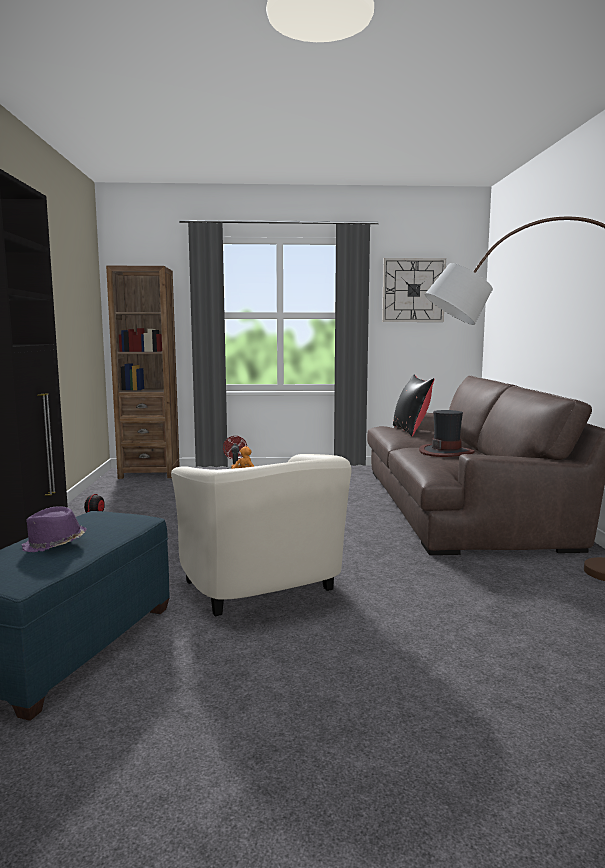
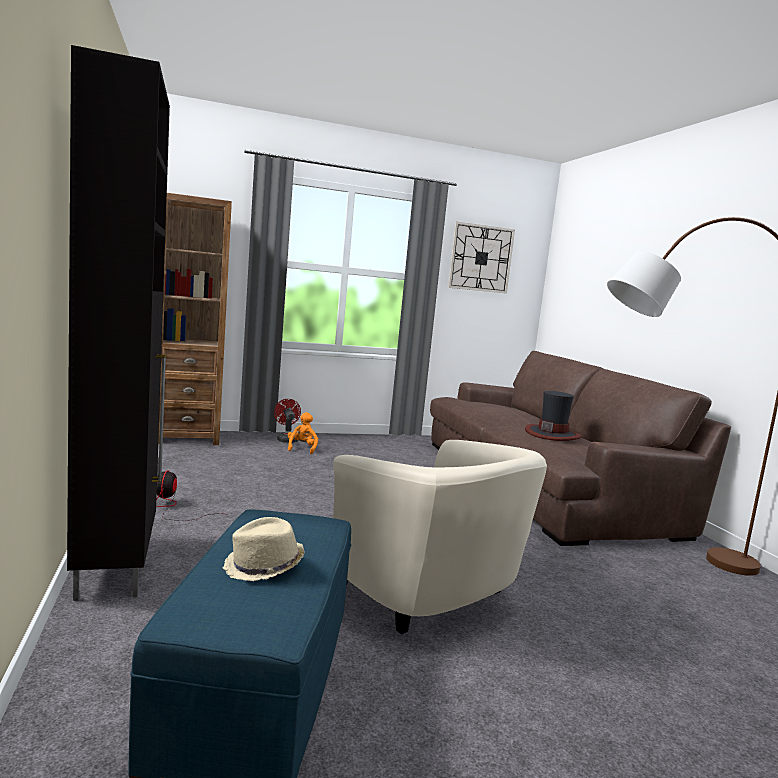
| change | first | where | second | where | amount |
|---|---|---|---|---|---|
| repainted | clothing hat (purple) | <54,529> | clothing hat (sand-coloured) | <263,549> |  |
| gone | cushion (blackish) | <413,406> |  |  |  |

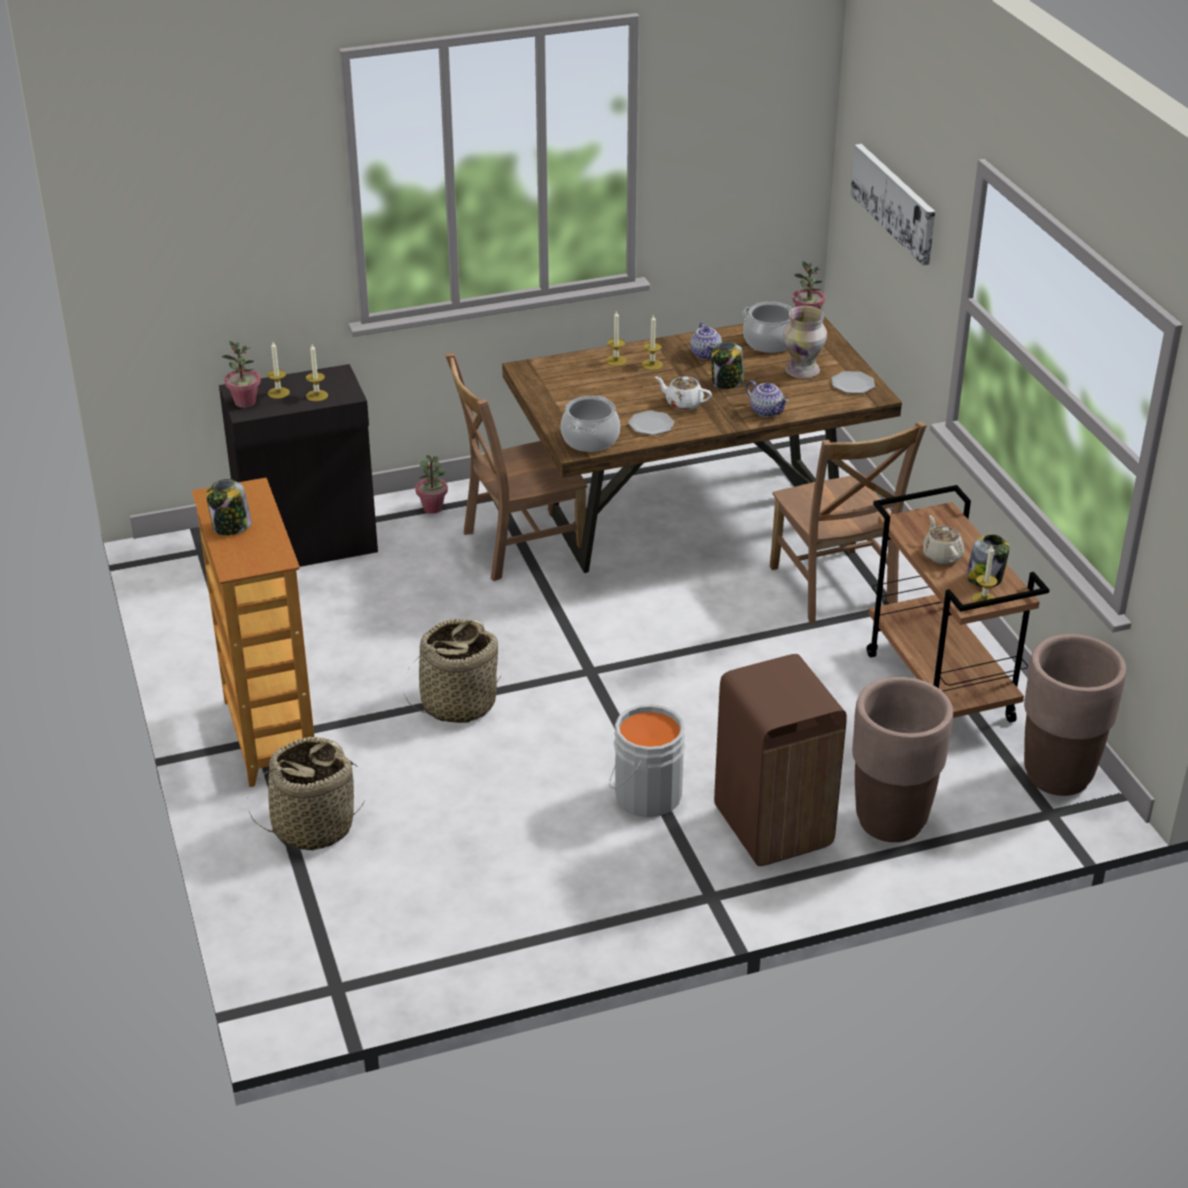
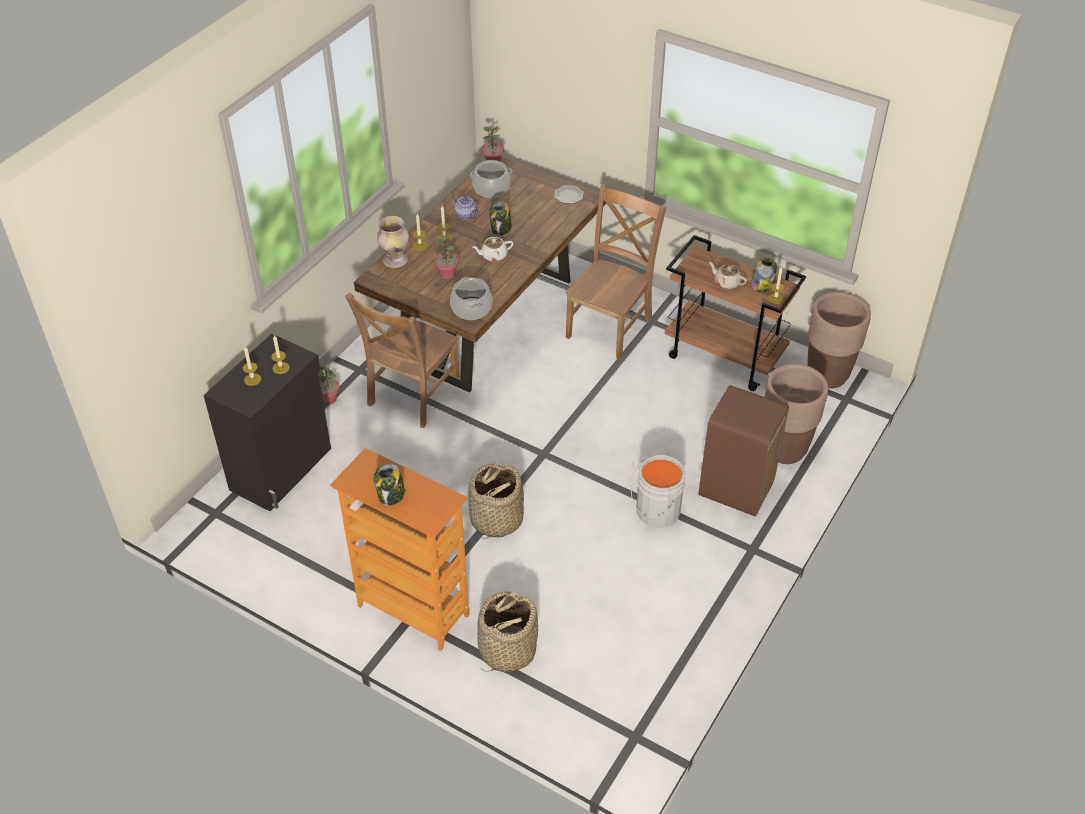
| change | first | where | second | where | amount |
|---|---|---|---|---|---|
| shifted | potted plant | <241,374> |  | <446,258> |  |
| gone | plate | <651,423> |  |  |  |
| gone | tea pot | <767,398> |  |  |  |
| rotated | plain chair (brown-coloured) | <848,522> |  | <616,271> | 90 degrees counterclockwise |
| shifted | decorative vase | <805,342> |  | <393,242> |  |
| gone | wall picture | <893,204> |  |  |  |

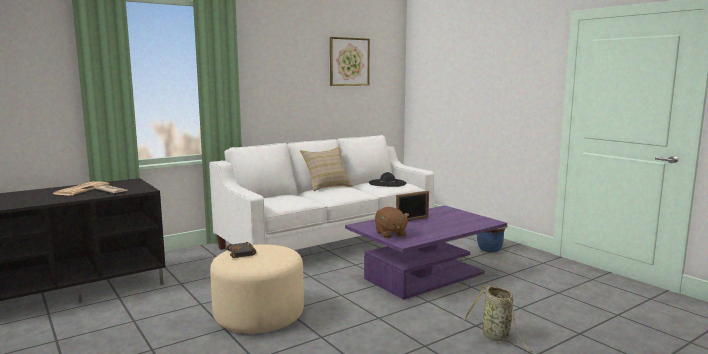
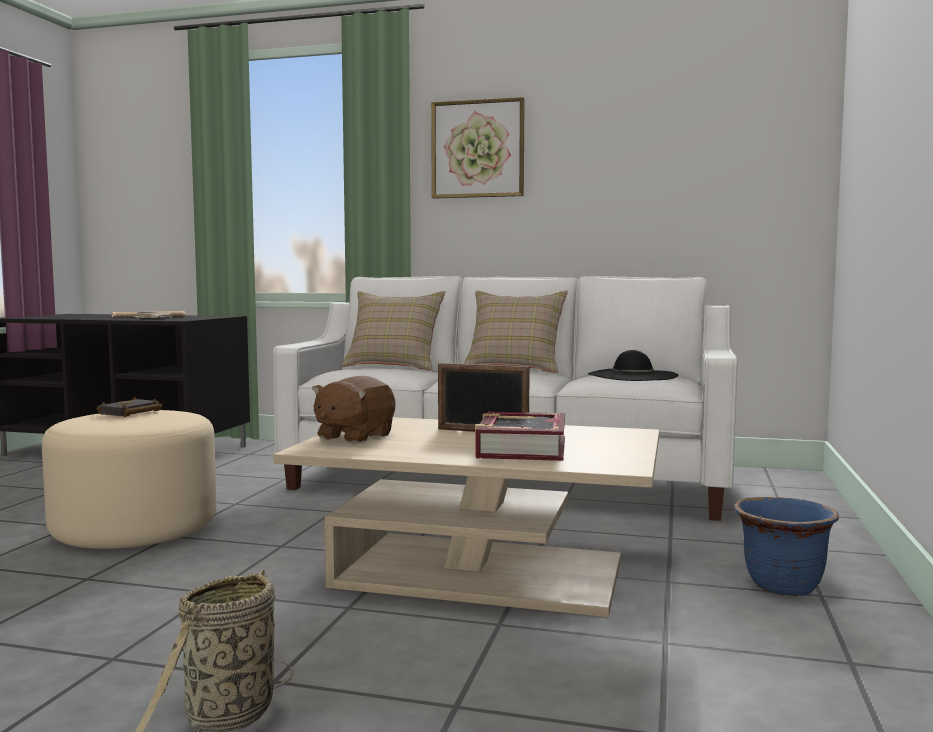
| change | first | where | second | where | amount |
|---|---|---|---|---|---|
| shifted | wall picture | <350,61> |  | <478,148> |  |
| repainted | coffee table (purple) | <426,252> | coffee table (sand-coloured) | <466,517> |  |
| new |  |  | cushion (sand-coloured) | <393,331> |  |
| new |  |  | bound book | <520,436> |  |

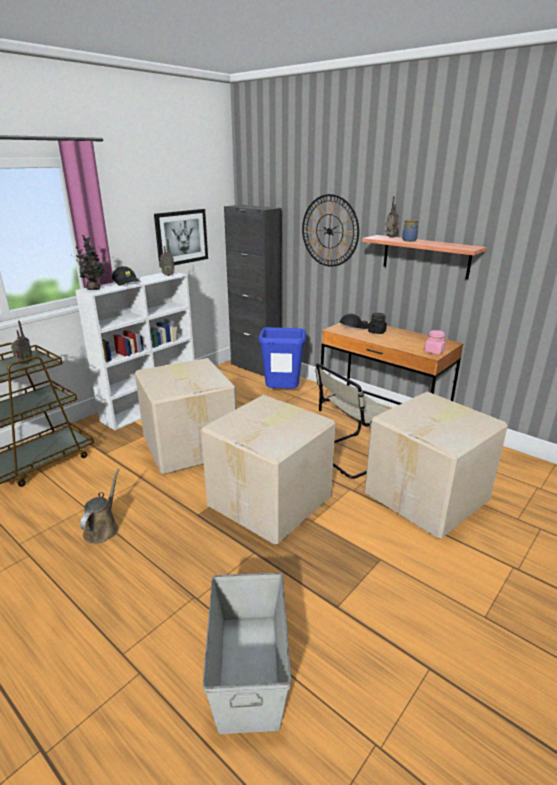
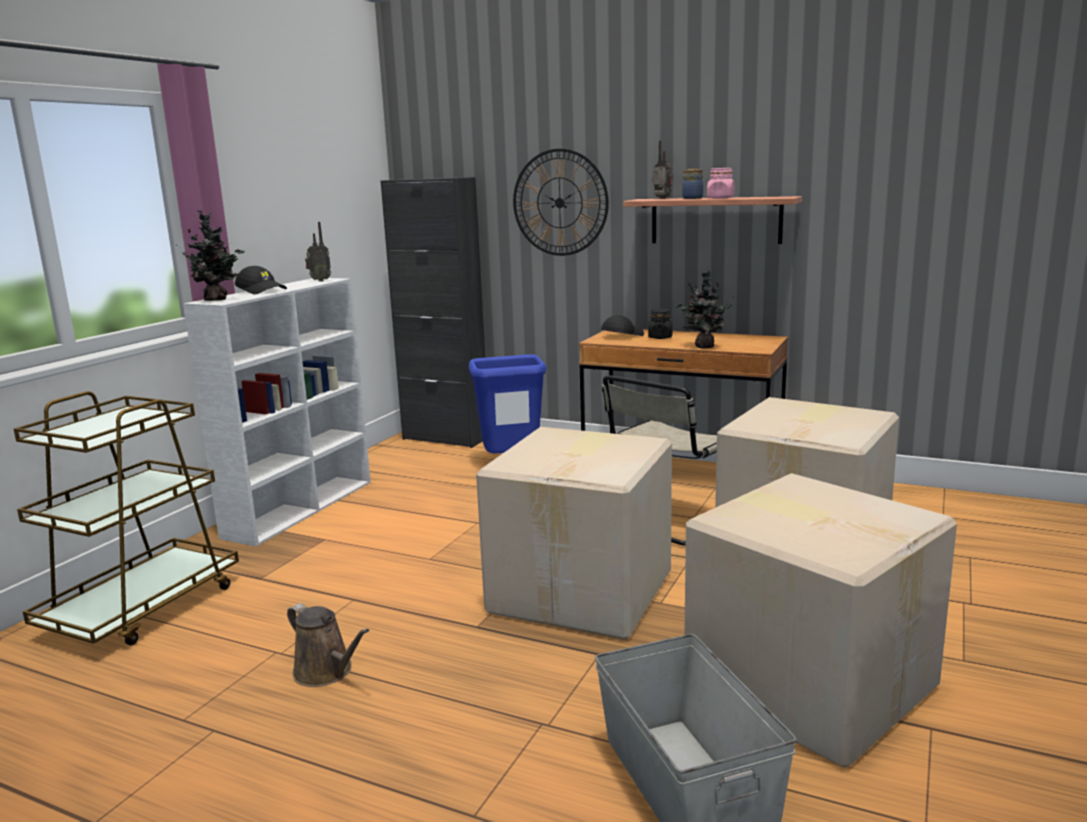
| change | first | where | second | where | amount |
|---|---|---|---|---|---|
| gone | radio set | <22,343> |  |  |  |
| rotated | watering pot (brown-coloured) | <99,506> |  | <328,645> | 135 degrees clockwise |
| shifted | carton | <186,416> |  | <820,620> |  |
| gone | wall picture | <181,237> |  |  |  |
| shifted | storage jar (pink) | <435,342> |  | <721,183> |  |
| new |  |  | potted plant | <703,308> |  |

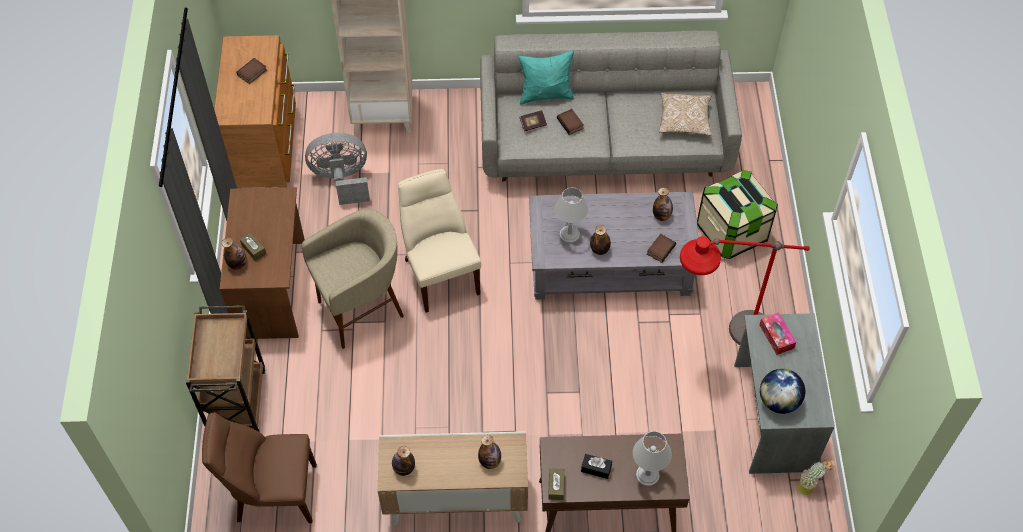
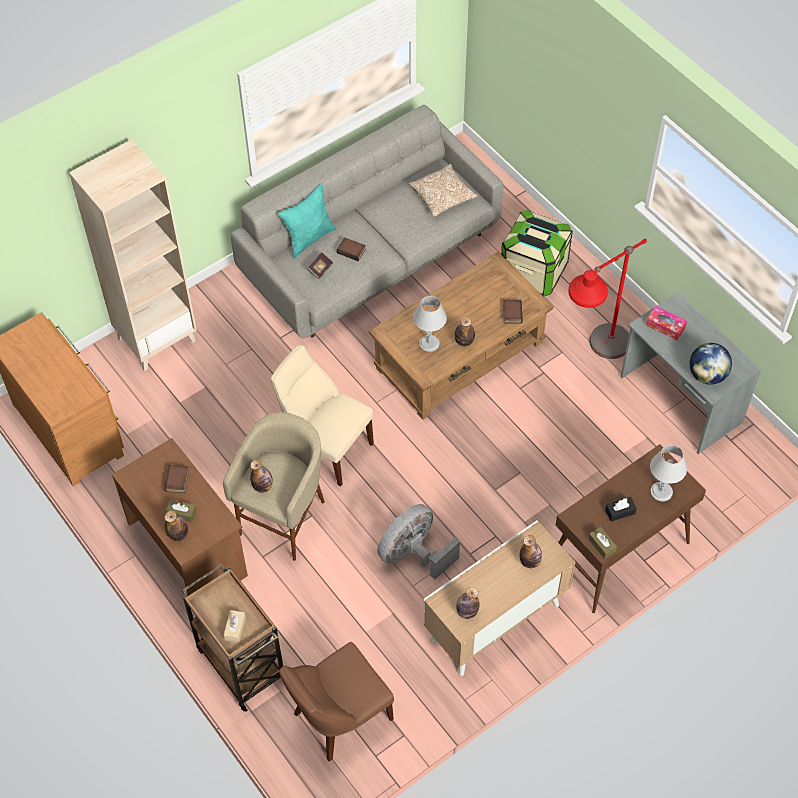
| change | first | where | second | where | amount |
|---|---|---|---|---|---|
| shifted | bound book | <251,71> |  | <176,479> |  |
| shifted | fan (grey) | <337,169> |  | <418,542> |  |
| repainted | coffee table (grey) | <614,245> | coffee table (brown-coloured) | <461,336> |  |
| shifted | beverage bottle | <663,204> |  | <261,476> |  |
| gone | potted plant | <815,477> |  |  |  |
| new |  |  | tissue holder (sand-coloured) | <235,626> |  |

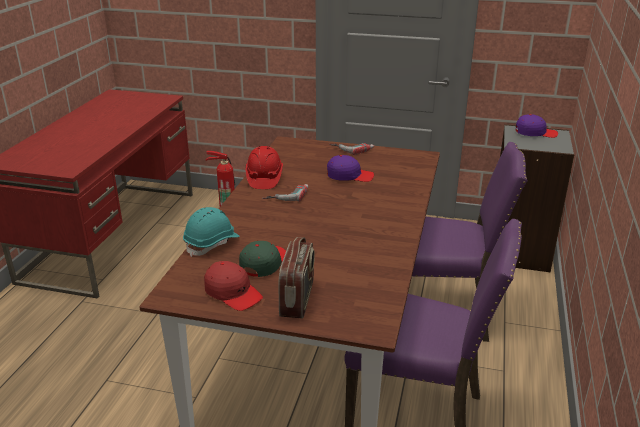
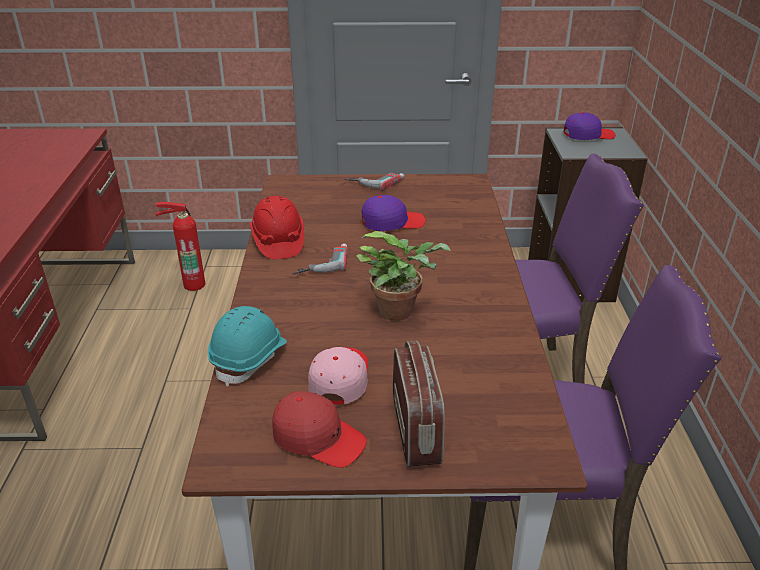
| change | first | where | second | where | amount |
|---|---|---|---|---|---|
| repainted | peaked cap (greenish) | <262,259> | peaked cap (pink) | <338,376> |  |
| new |  |  | potted plant | <403,276> |  |

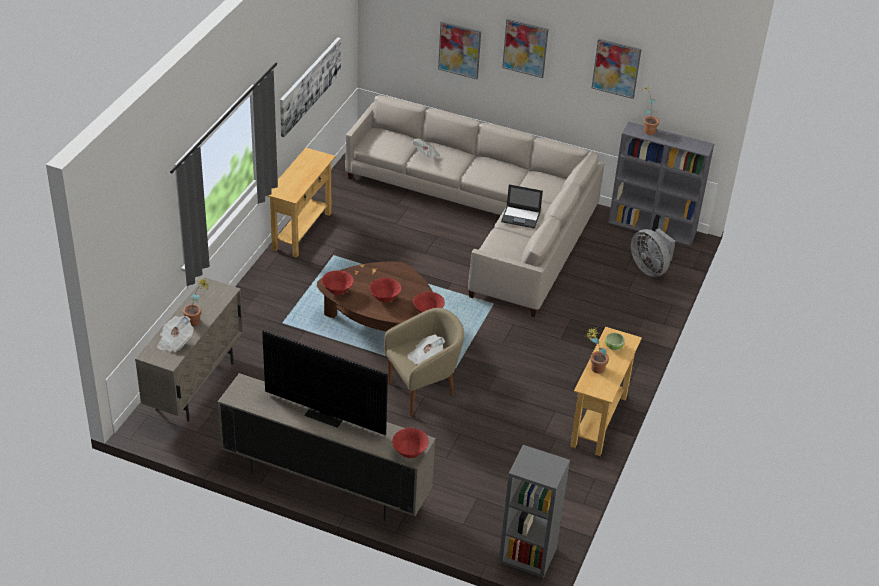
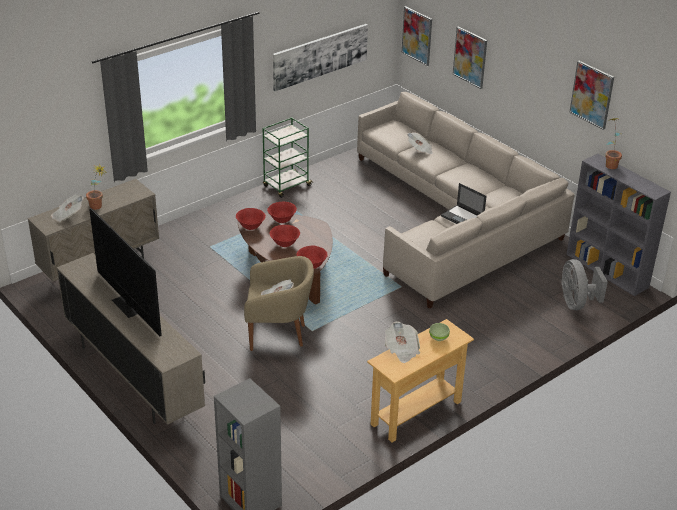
| change | first | where | second | where | amount |
|---|---|---|---|---|---|
| swapped | console table (sand-coloured) | <302,203> | wheeled cart (greenish) | <288,157> |  |
| shifted | serving bowl (red) | <410,443> |  | <282,212> |  |
| shifted | wall picture | <525,48> |  | <417,36> |  |
| swapped | potted plant | <597,350> | daily paper | <402,342> |  |

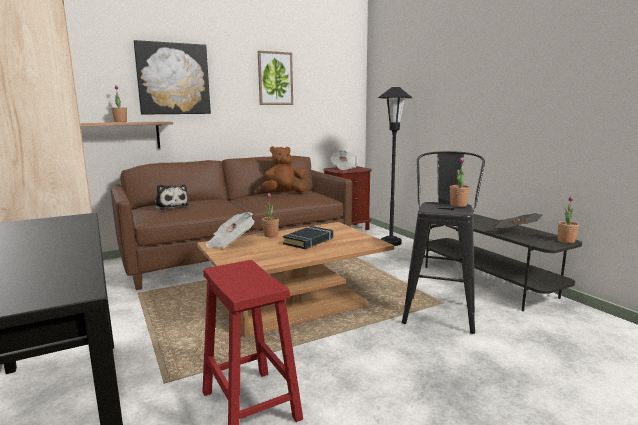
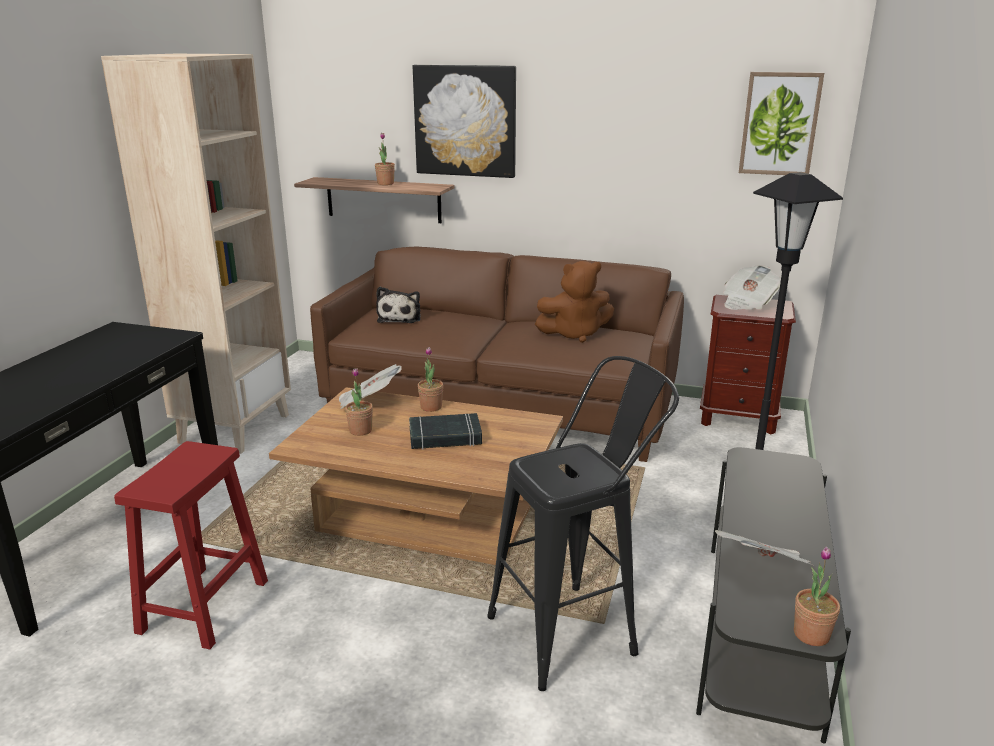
| change | first | where | second | where | amount |
|---|---|---|---|---|---|
| shifted | wall picture | <275,78> |  | <781,123> |  |
| rotated | plush toy (brown-coloured) | <285,169> |  | <574,302> | 150 degrees clockwise |
| shifted | potted plant | <460,182> |  | <359,402> |  |

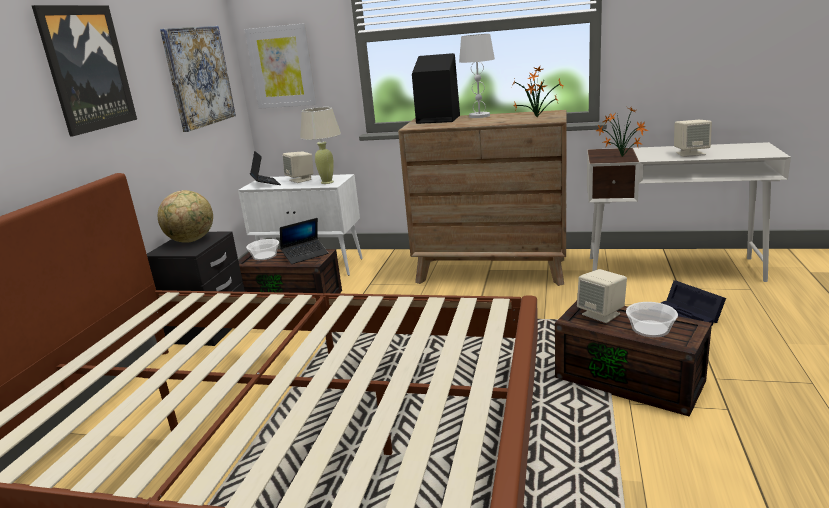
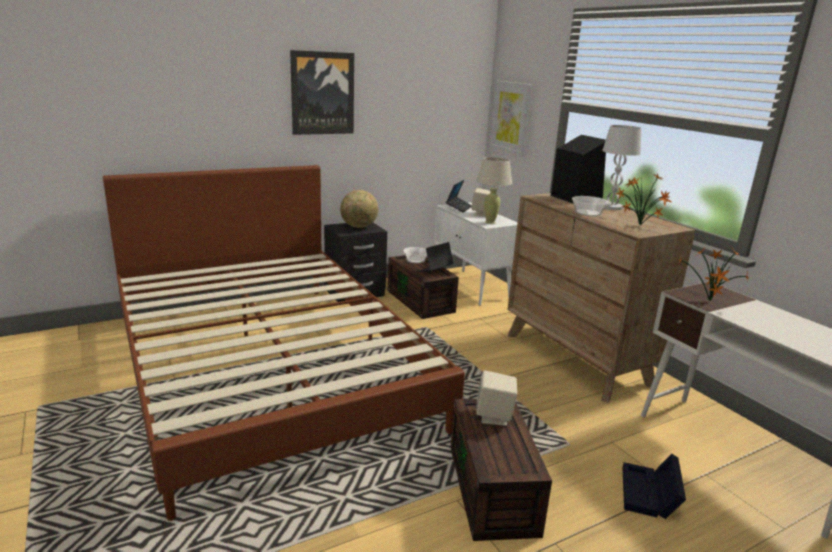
| change | first | where | second | where | amount |
|---|---|---|---|---|---|
| gone | wall picture | <198,79> |  |  |  |
| rotated | notebook computer | <304,241> |  | <435,257> | 120 degrees clockwise |
| shifted | serving bowl | <652,319> |  | <590,206> |  |
| gone | loudspeaker (sand-coloured) | <693,138> |  |  |  |

